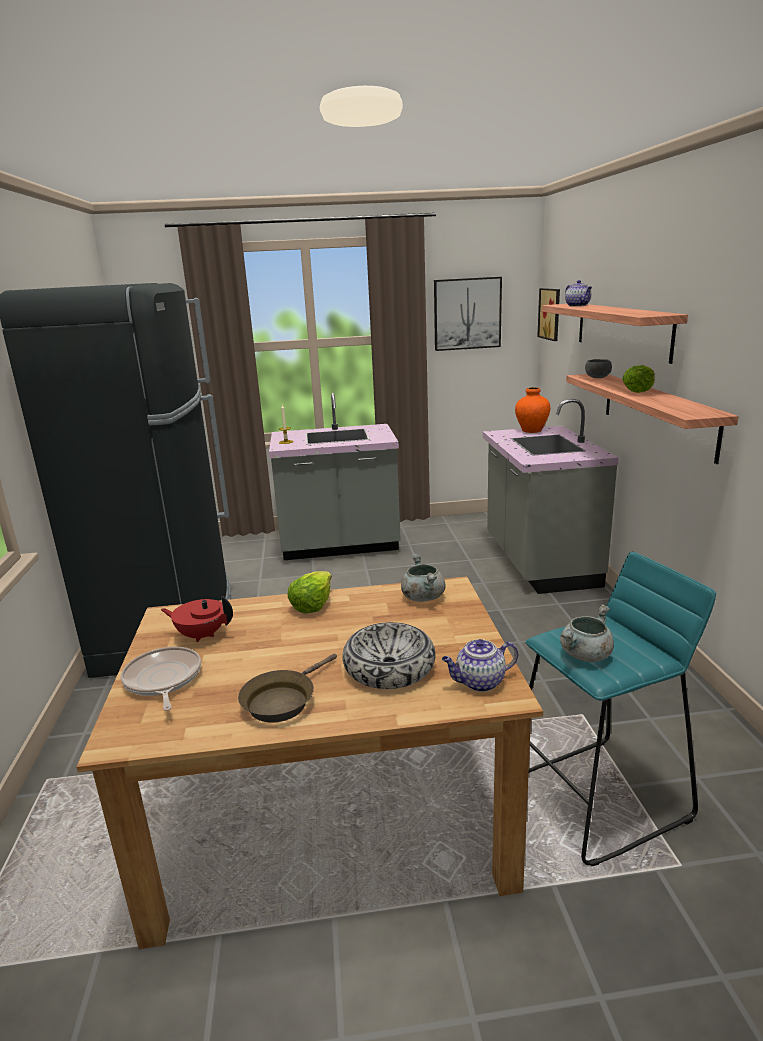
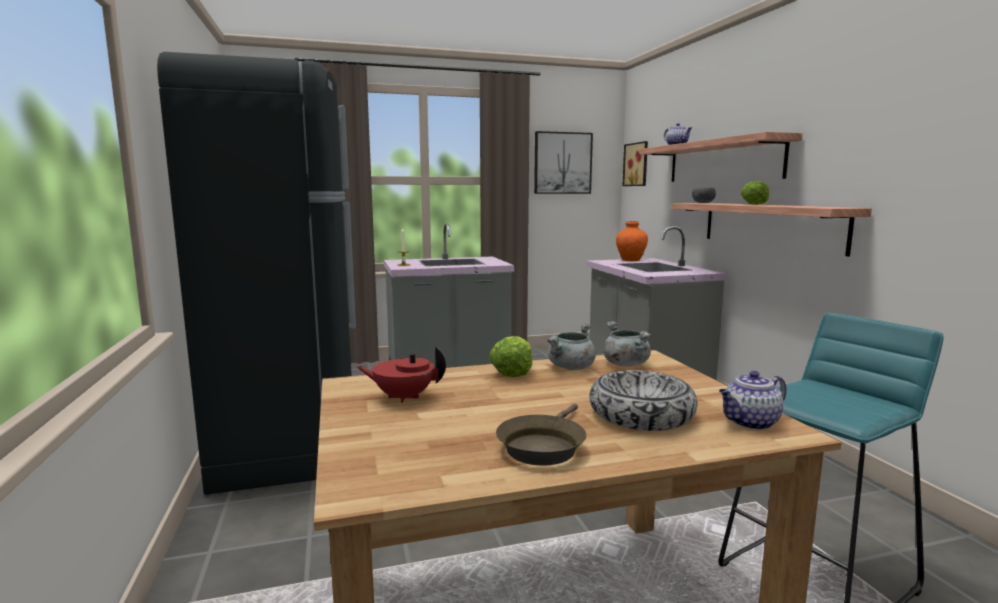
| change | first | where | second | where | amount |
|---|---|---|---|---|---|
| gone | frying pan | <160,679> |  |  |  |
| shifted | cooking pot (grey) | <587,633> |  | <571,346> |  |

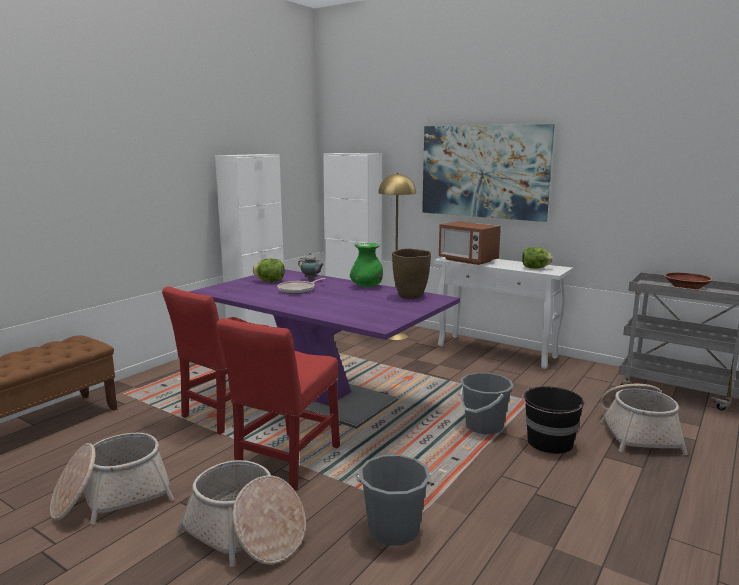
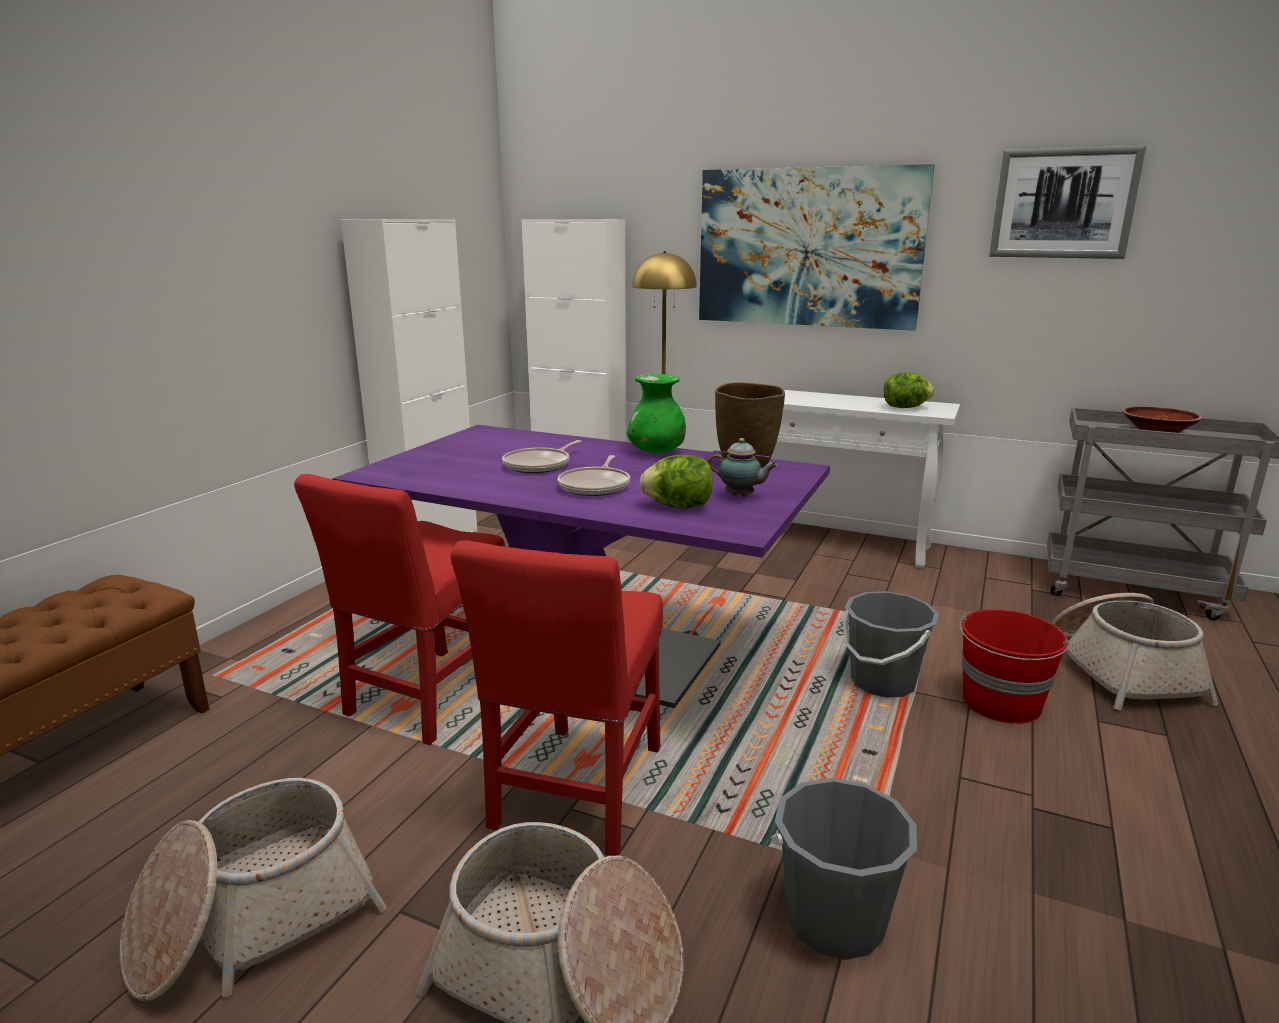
| change | first | where | second | where | amount |
|---|---|---|---|---|---|
| shifted | lettuce | <269,270> |  | <676,481> |  |
| shifted | tea pot | <311,266> |  | <743,467> |  |
| gone | microwave | <470,243> |  |  |  |
| repainted | water bucket (blackish) | <553,420> | water bucket (red) | <1014,666> |  |
| new |  |  | frying pan | <594,475> |  |
| new |  |  | wall picture | <1067,202> |  |

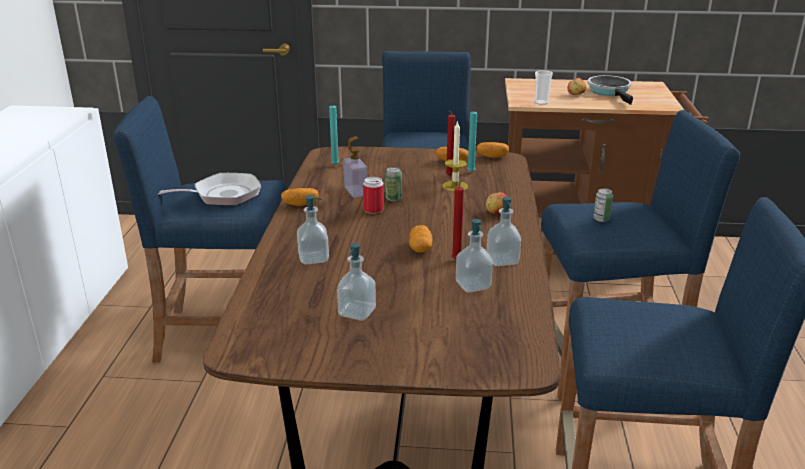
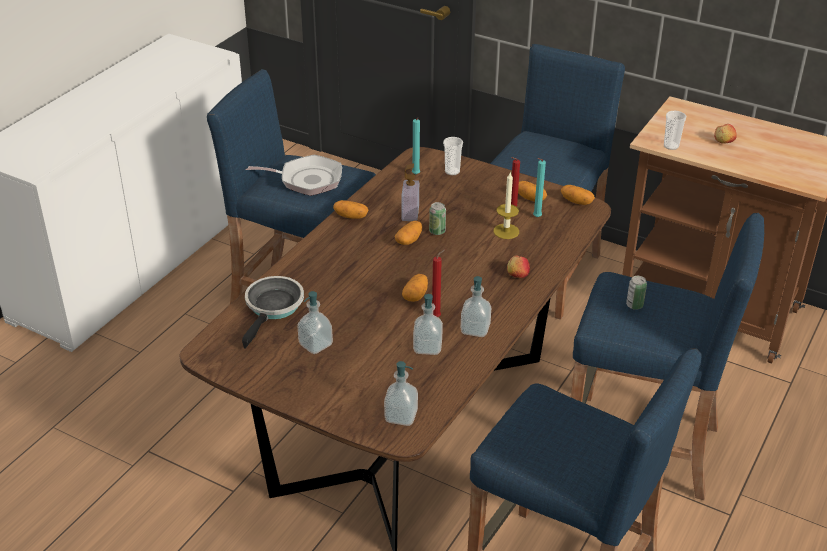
| change | first | where | second | where | amount |
|---|---|---|---|---|---|
| shifted | soap bottle | <313,229> |  | <401,393> |  |
| swapped | sealed can | <373,195> | spud | <409,232> |  |
| shifted | frying pan | <610,90> |  | <273,312> |  |
| new |  |  | small cup | <453,156> |  |

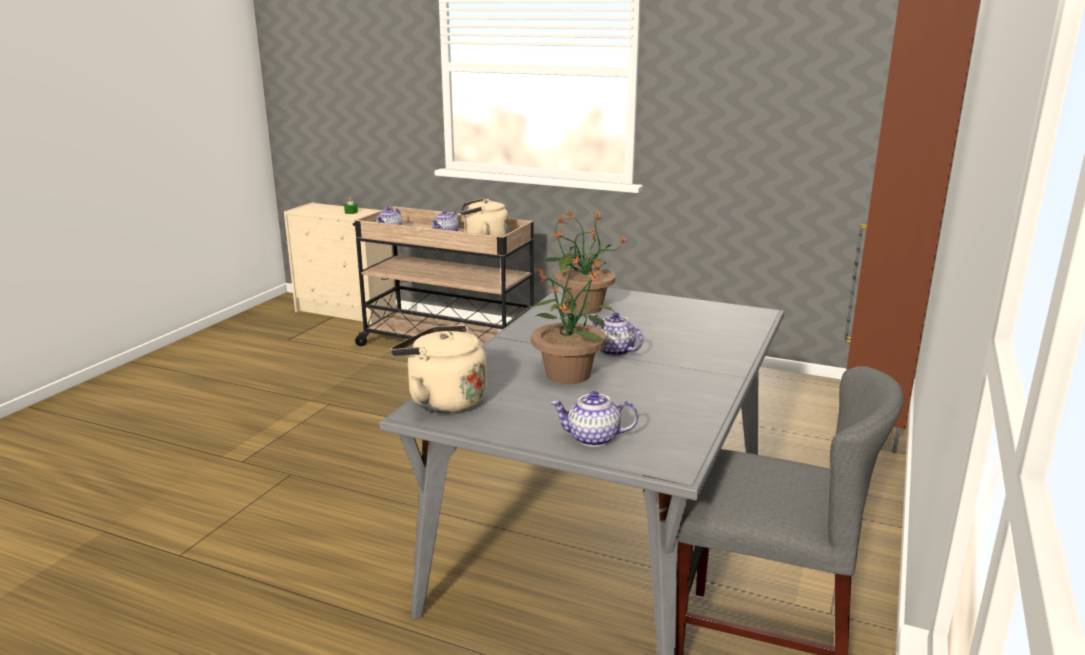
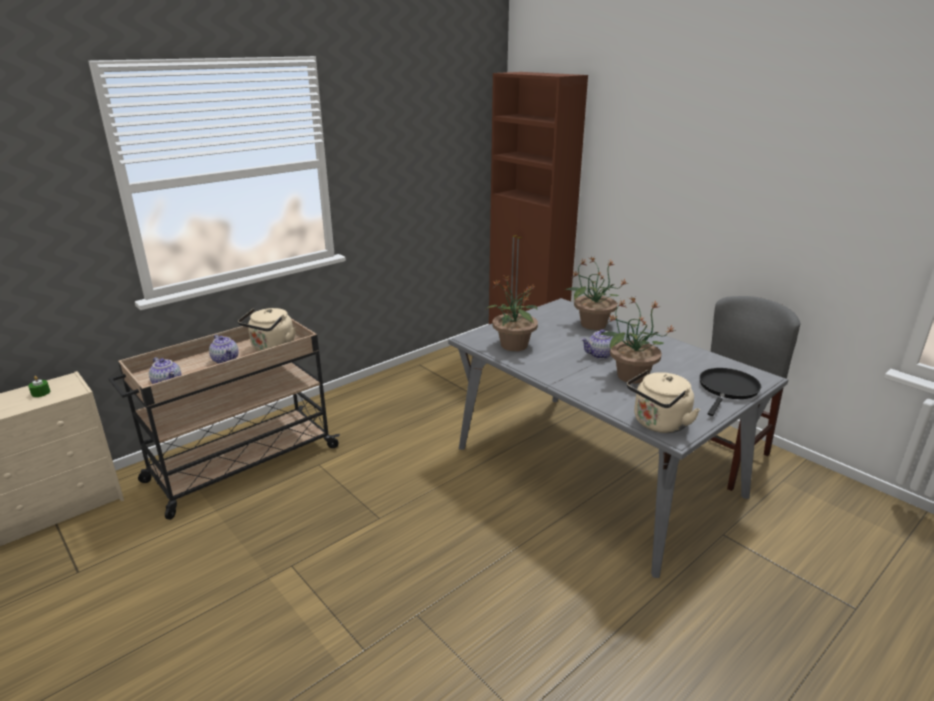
| change | first | where | second | where | amount |
|---|---|---|---|---|---|
| swapped | tea pot | <594,419> | frying pan (blackish) | <730,392> |  |
| new |  |  | potted plant | <596,293> |  |

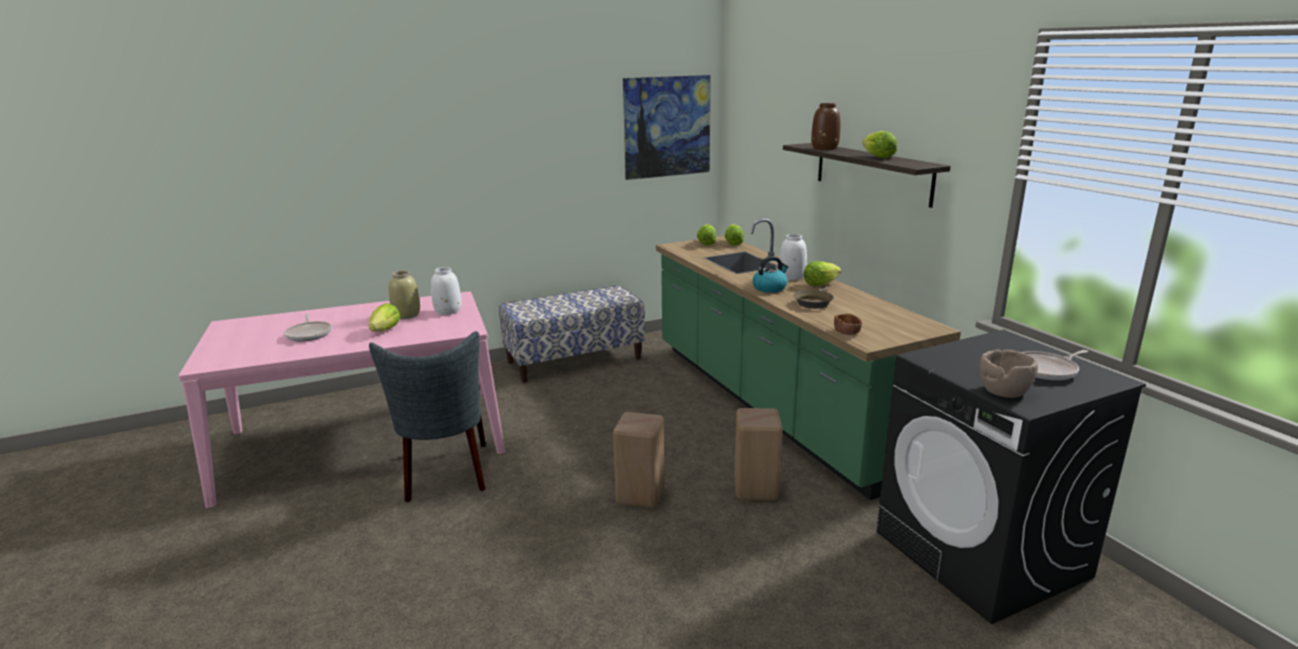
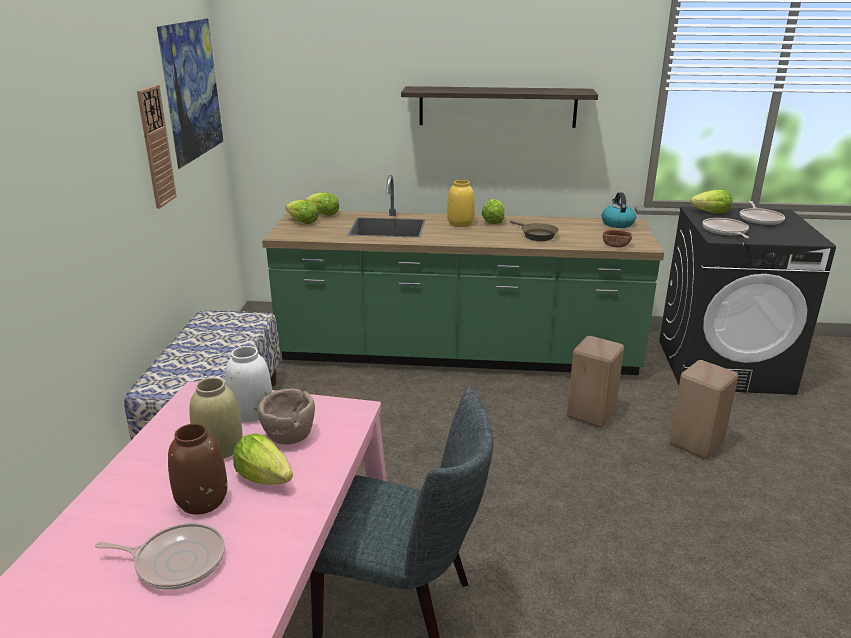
| change | first | where | second | where | amount |
|---|---|---|---|---|---|
| shifted | stool (sand-coloured) | <638,460> |  | <703,409> |  |
| shifted | kettle | <771,274> |  | <619,210> |  |
| repainted | decorative vase (whitish) | <793,257> | decorative vase (yellow-coloured) | <461,203> |  |
| shifted | decorative vase (brown-coloured) | <825,126> |  | <198,469> |  |
| shifted | lettuce | <879,145> |  | <711,202> |  |
| shifted | serving bowl (brown-coloured) | <1009,374> |  | <286,416> |  |
| new |  |  | wall clock | <157,147> |  |
| new |  |  | frying pan | <725,228> |  |

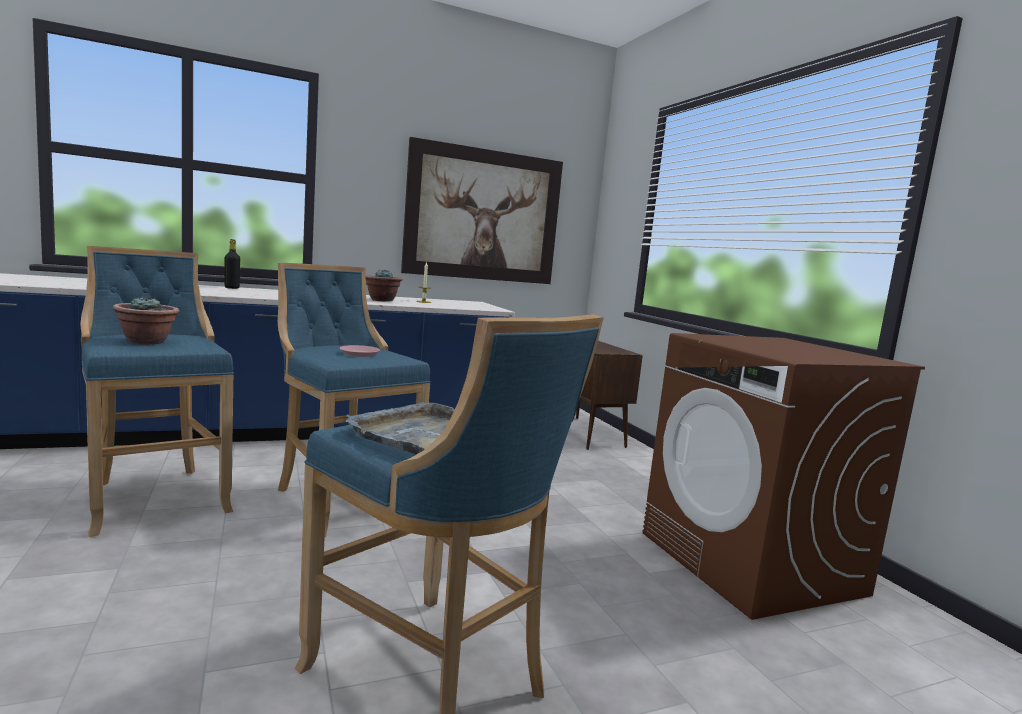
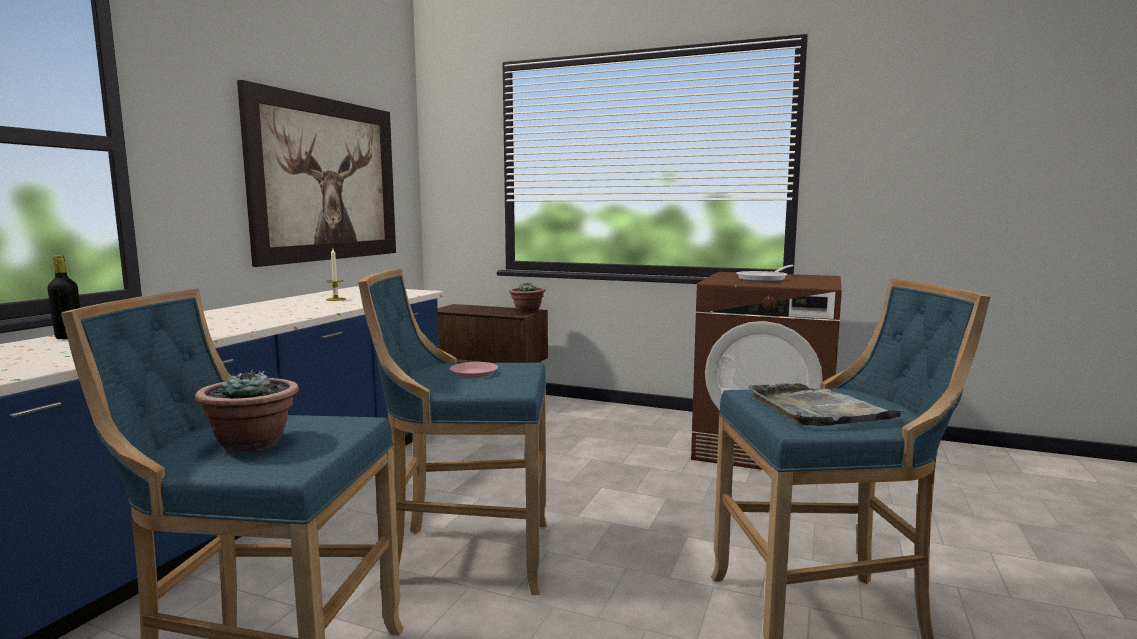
| change | first | where | second | where | amount |
|---|---|---|---|---|---|
| shifted | potted plant | <384,285> |  | <527,297> |  |
| new |  |  | frying pan | <765,273> |  |

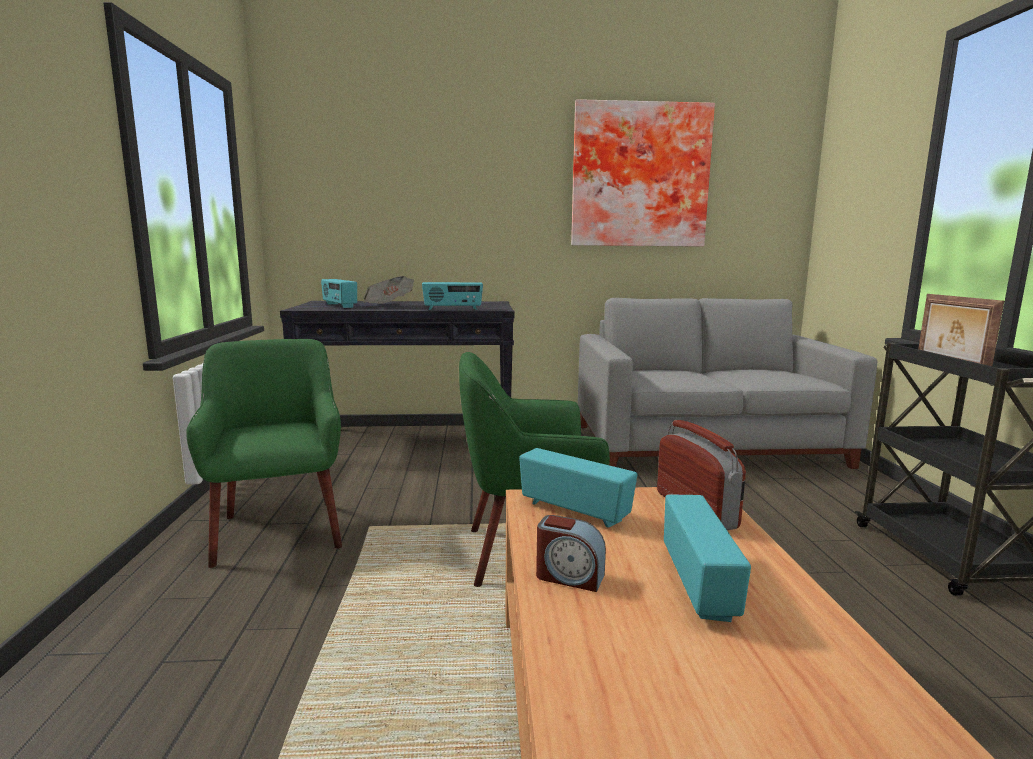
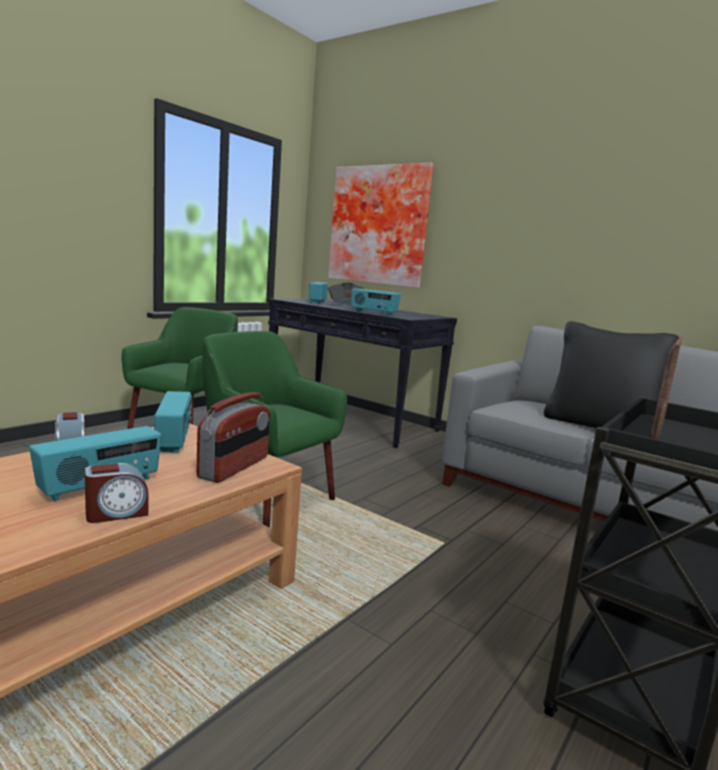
| change | first | where | second | where | amount |
|---|---|---|---|---|---|
| shifted | wall picture | <643,173> |  | <380,225> |  |
| new |  |  | table clock | <116,493> |  |
| new |  |  | cushion (blackish) | <611,374> |  |

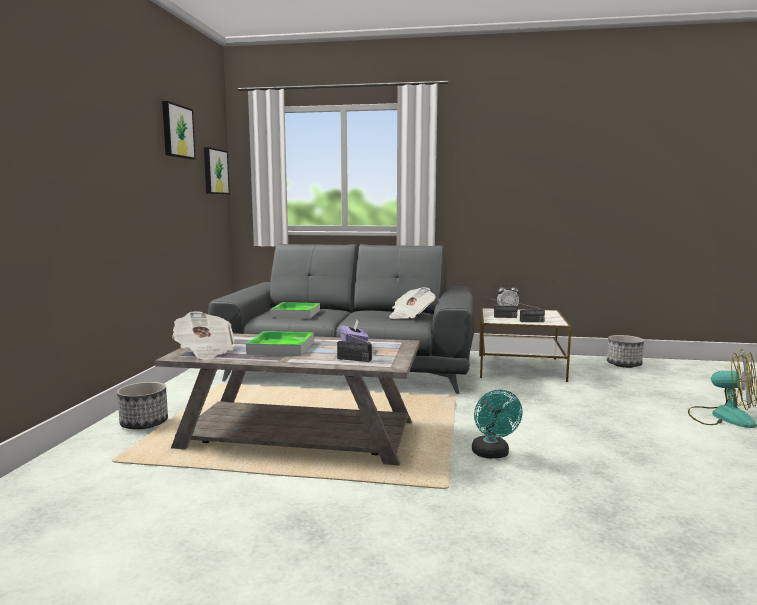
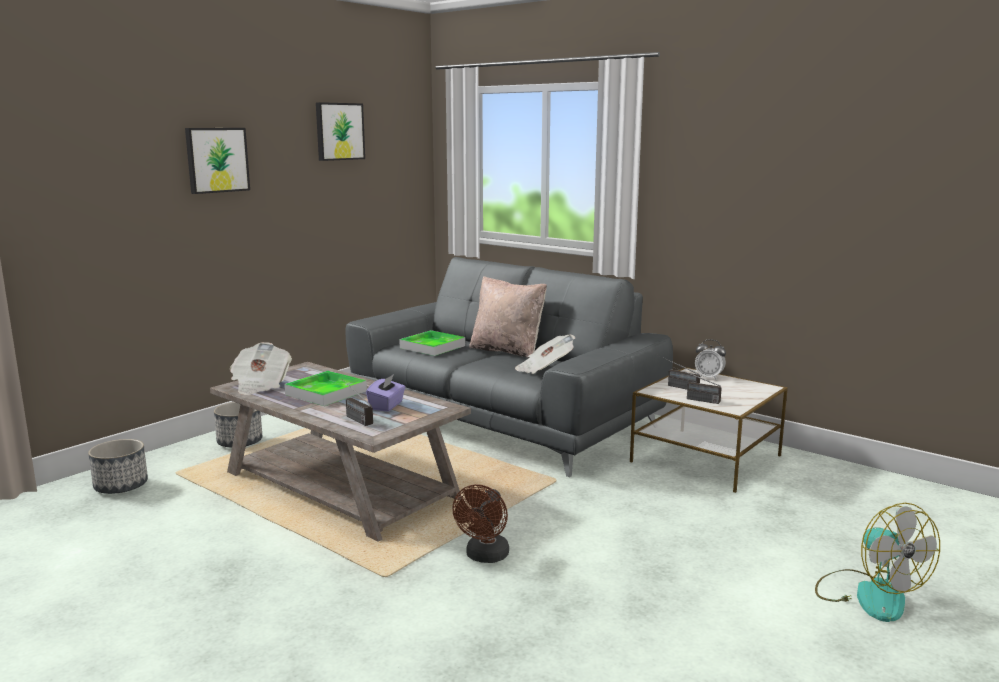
| change | first | where | second | where | amount |
|---|---|---|---|---|---|
| shifted | wall picture | <217,170> |  | <217,161> |  |
| repainted | fan (turquoise-coloured) | <497,424> | fan (brown-coloured) | <480,523> |  |
| shifted | planter | <625,351> |  | <118,466> |  |
| new |  |  | cushion (sand-coloured) | <508,317> |  |

